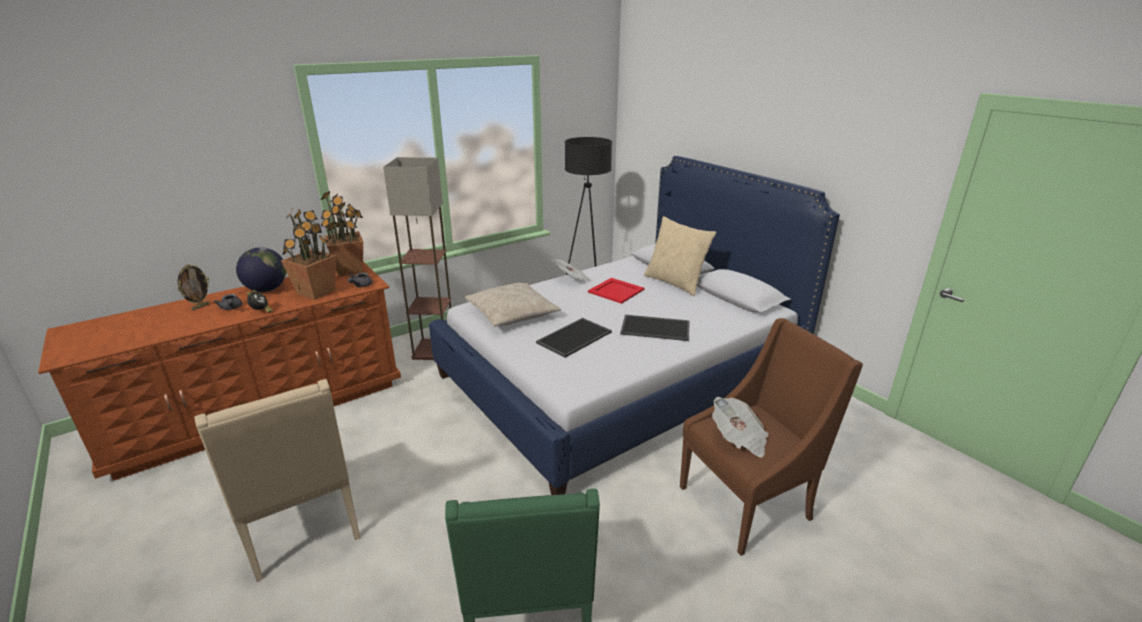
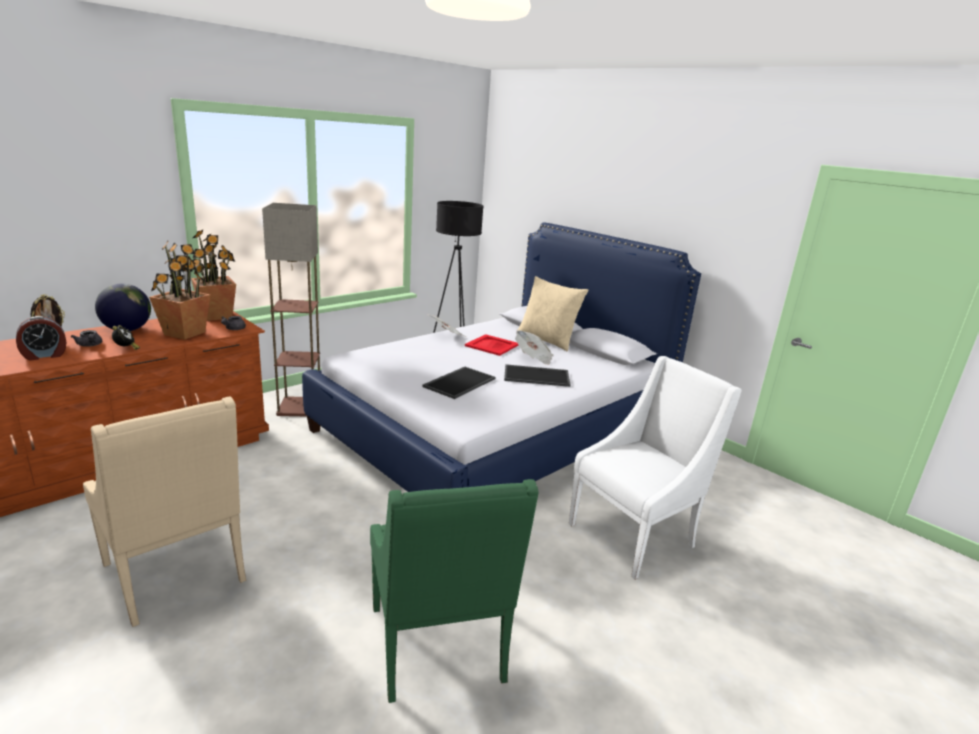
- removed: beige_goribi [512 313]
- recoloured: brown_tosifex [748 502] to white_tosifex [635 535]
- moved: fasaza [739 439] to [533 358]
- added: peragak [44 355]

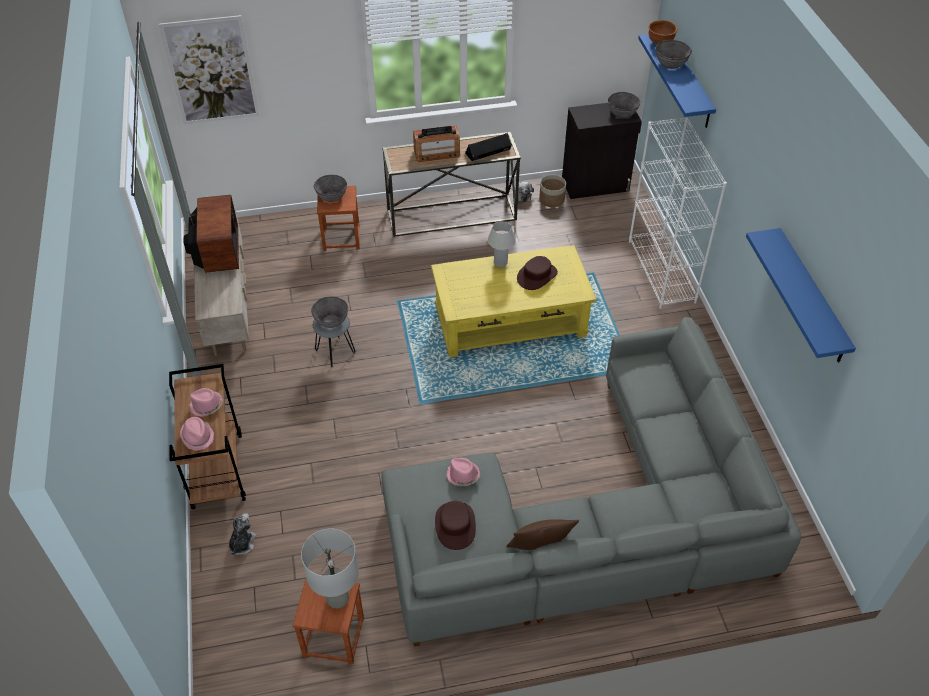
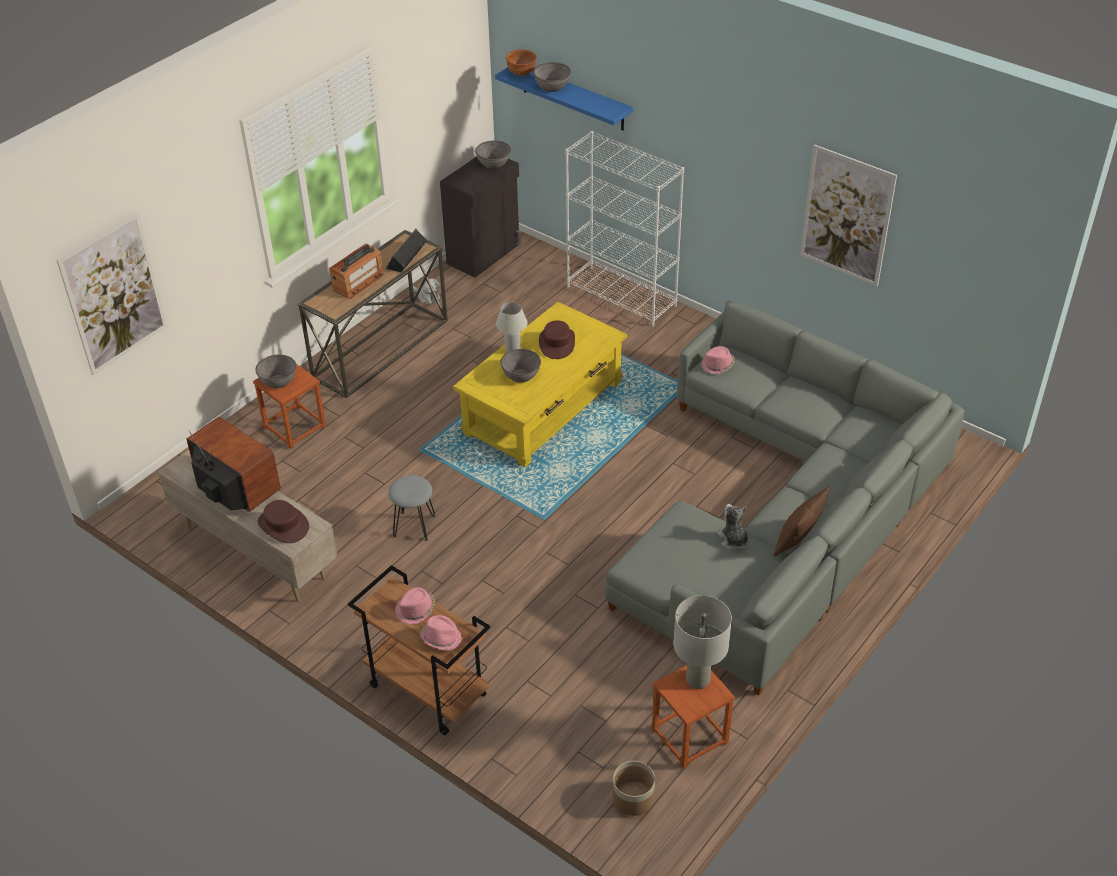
- moved: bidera [551 199] to [632 798]
- replaced: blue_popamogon [811 297] to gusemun [846 216]
- moved: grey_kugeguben [331 320] to [521 375]
- moved: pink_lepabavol [462 475] to [717 365]
- moved: brown_lepabavol [455 525] to [283 525]
- moved: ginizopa [242 543] to [733 540]

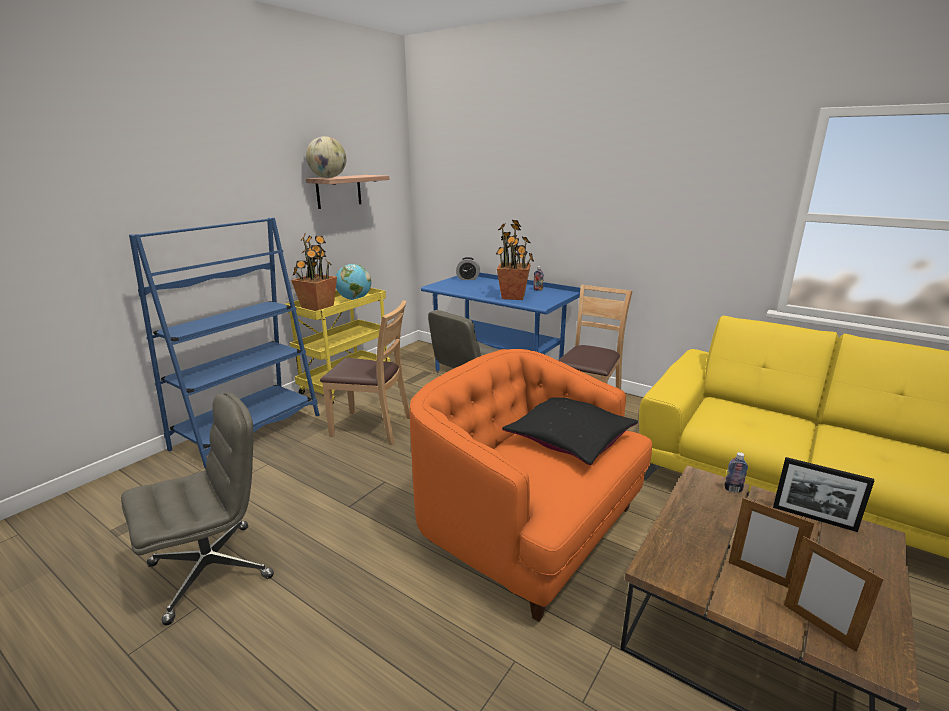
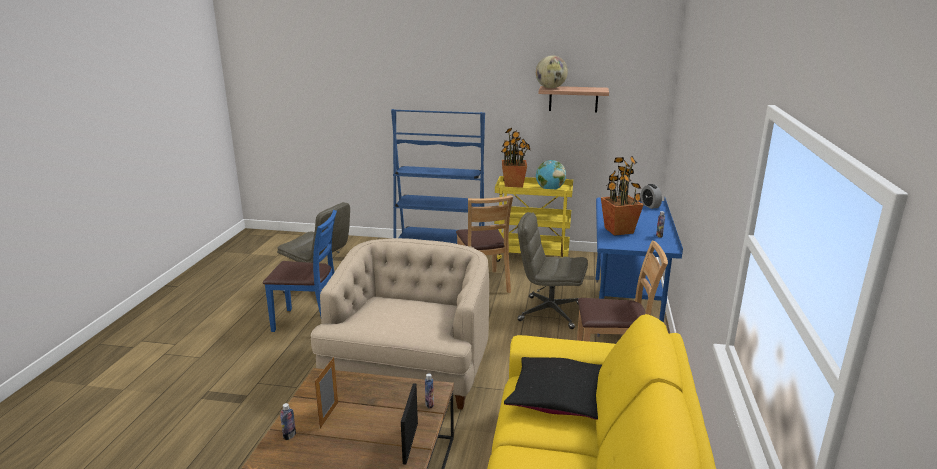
- recoloured: orange_tosifex [528 528] to beige_tosifex [409 369]
- moved: black_goribi [569 438] to [556 395]
- replaced: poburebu [818 627] to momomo [289 436]
- added: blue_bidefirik [309 322]

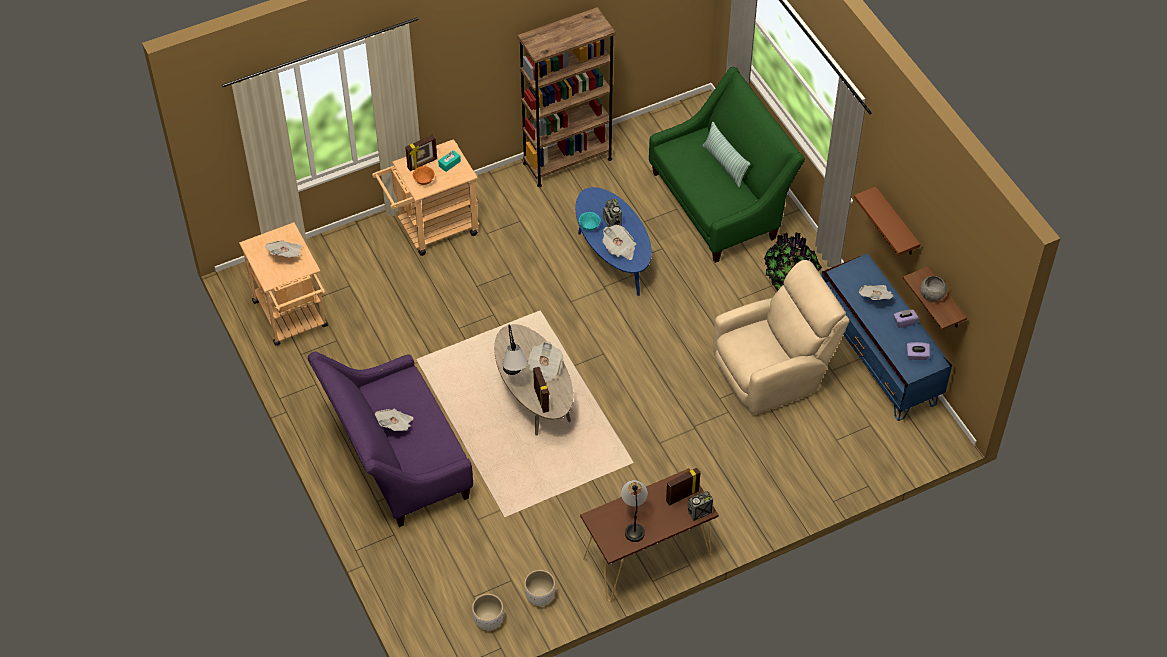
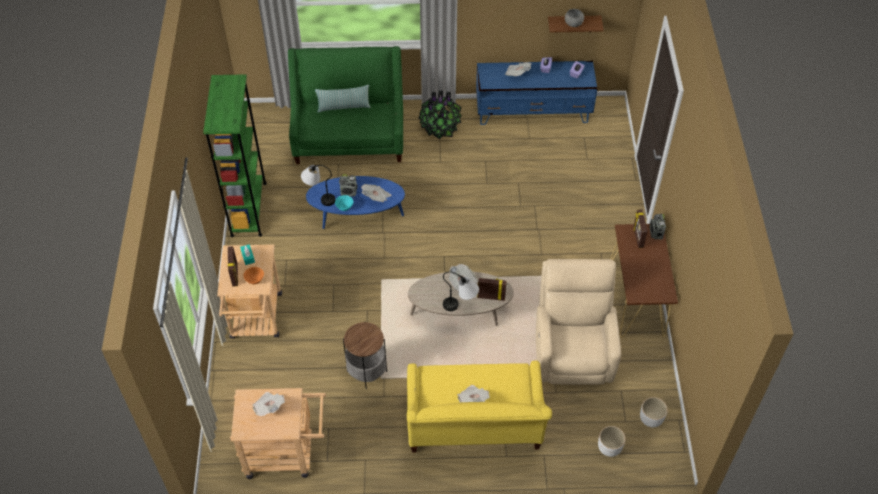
- recoloured: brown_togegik [567 161] to green_togegik [248 209]
- removed: brown_popamogon [896 223]
- moved: beige_tosifex [773 371] to [573 349]
- recoloured: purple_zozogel [396 461] to yellow_zozogel [474 428]
- moved: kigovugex [634 521] to [319 197]
- moved: white_bidera [539 596] to [609 448]
- added: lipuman [367 371]

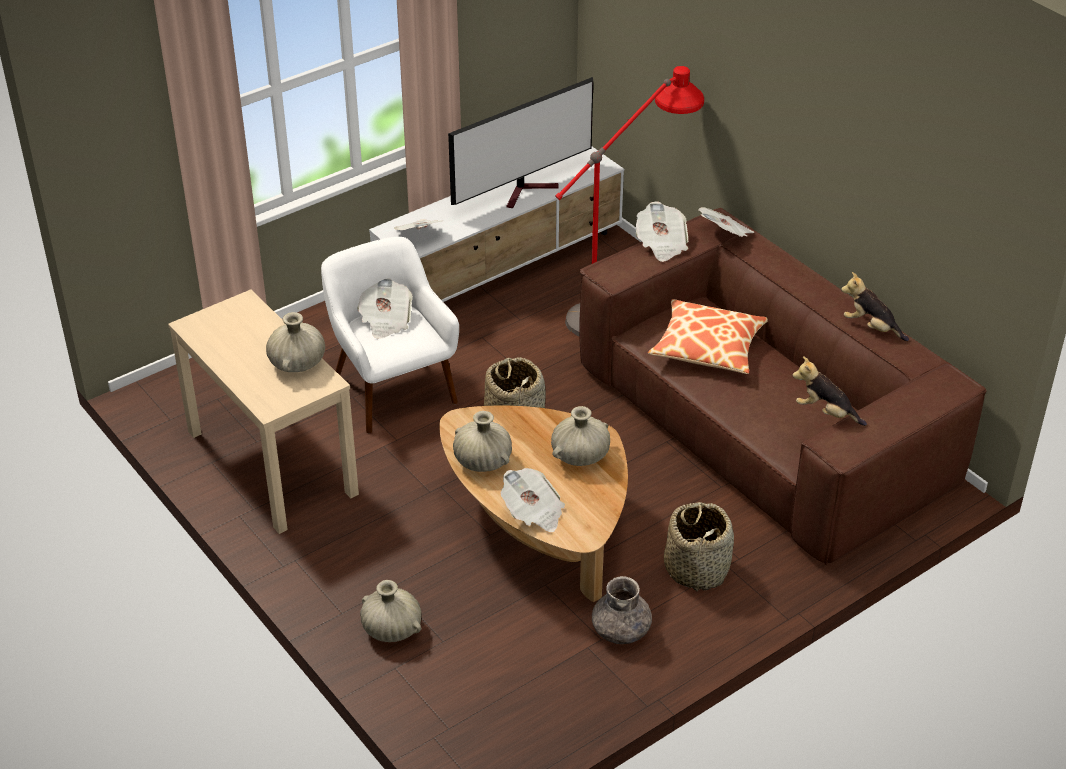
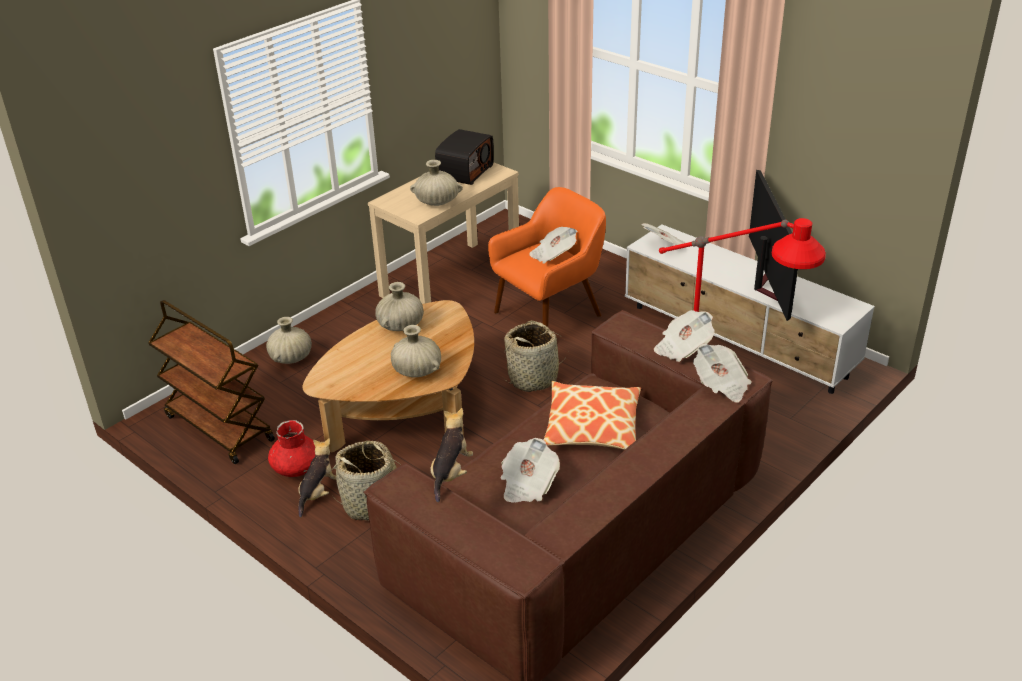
- turned: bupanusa [527 191] = [766 287] 135 degrees counterclockwise
- recoloured: white_tosifex [392 389] to orange_tosifex [550 314]
- moved: ginizopa [871 327] to [318 493]
- moved: fasaza [533 513] to [527 484]
- recoloured: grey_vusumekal [621 630] to red_vusumekal [296 468]
- added: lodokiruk [464 171]
- added: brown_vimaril [218 428]

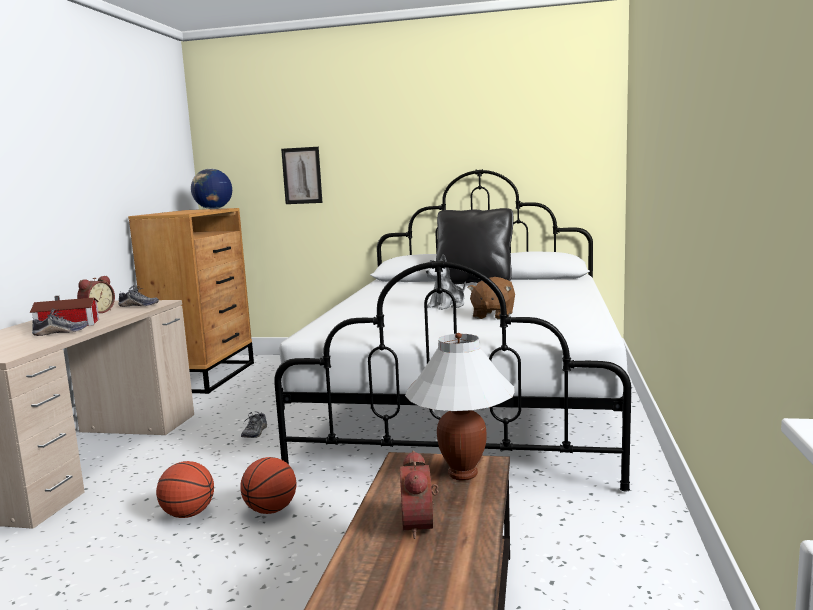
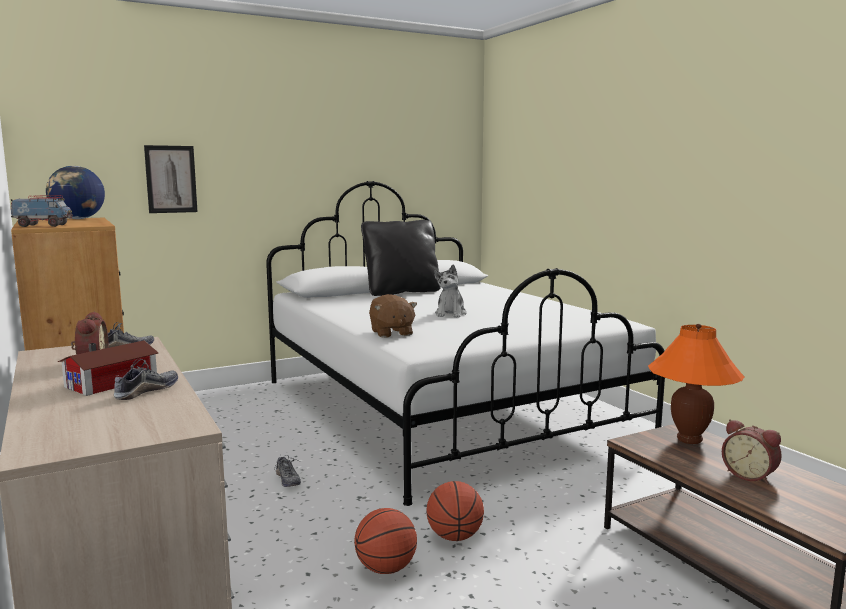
- moved: brown_ginizopa [492 315] to [391 333]
- recoloured: white_kigovugex [463 474] to orange_kigovugex [689 439]
- added: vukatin [43 226]

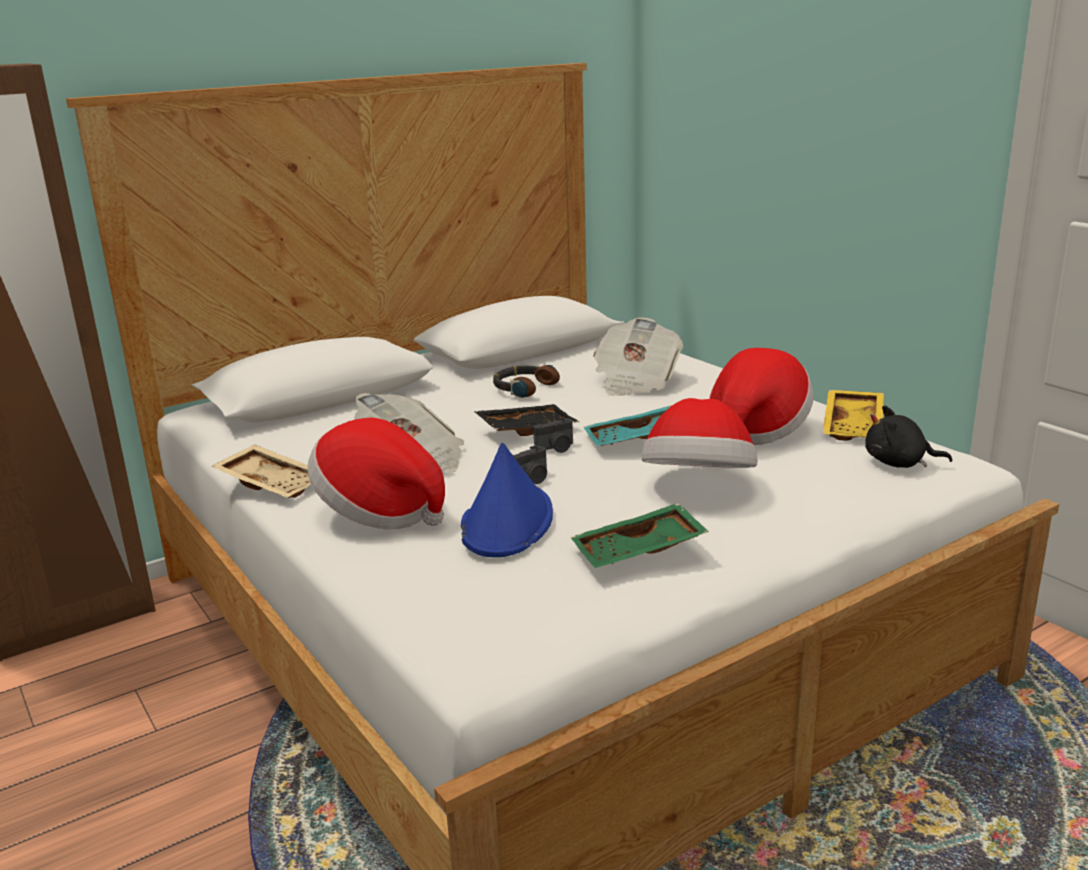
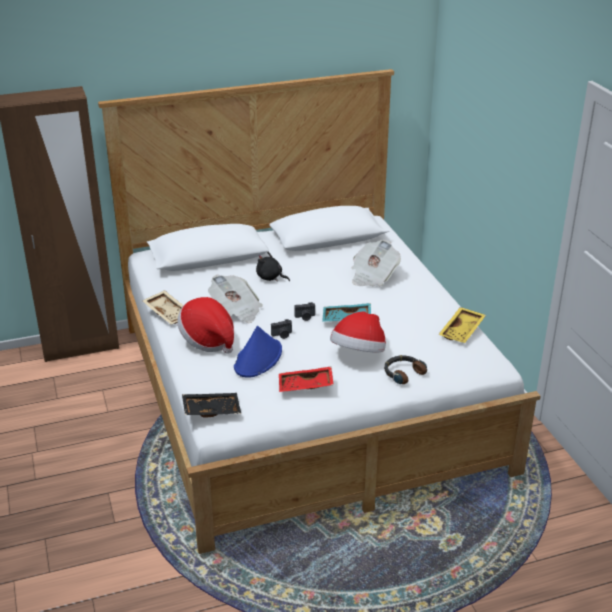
- removed: lepabavol [756 430]
- moved: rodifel [523 387] to [403 373]
- moved: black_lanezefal [526 429] to [211 409]
- moved: black_ginizopa [899 463] to [270 278]
- recoloured: green_lanezefal [639 552] to red_lanezefal [305 386]

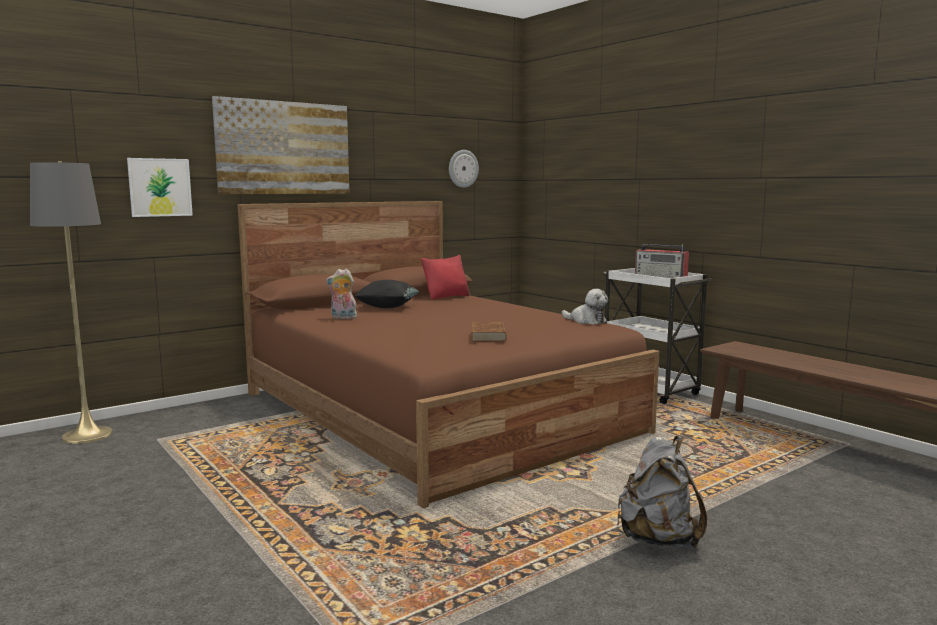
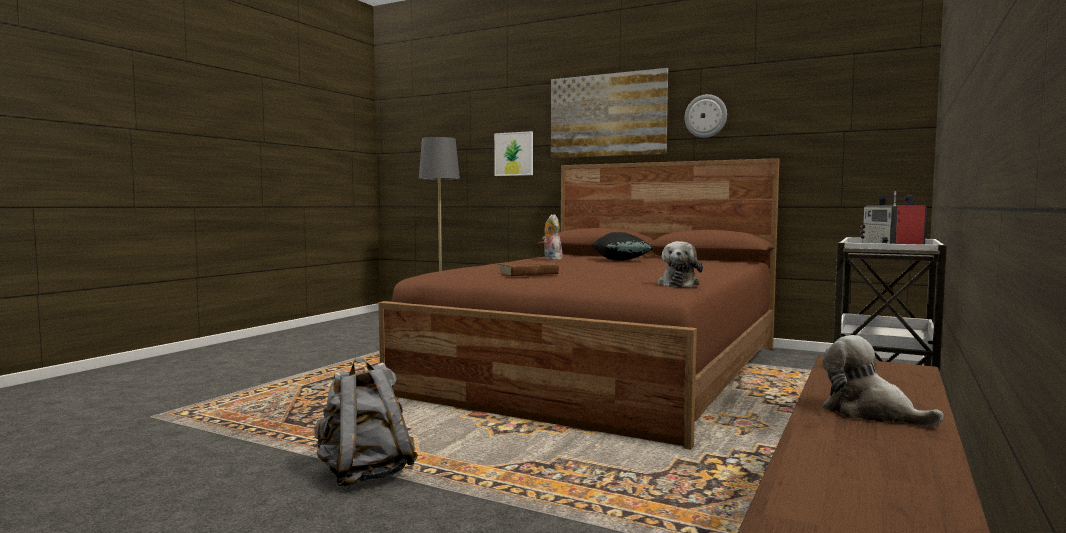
- moved: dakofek [463 168] to [705 116]
- removed: red_goribi [446 297]
- added: ginizopa [870 413]

